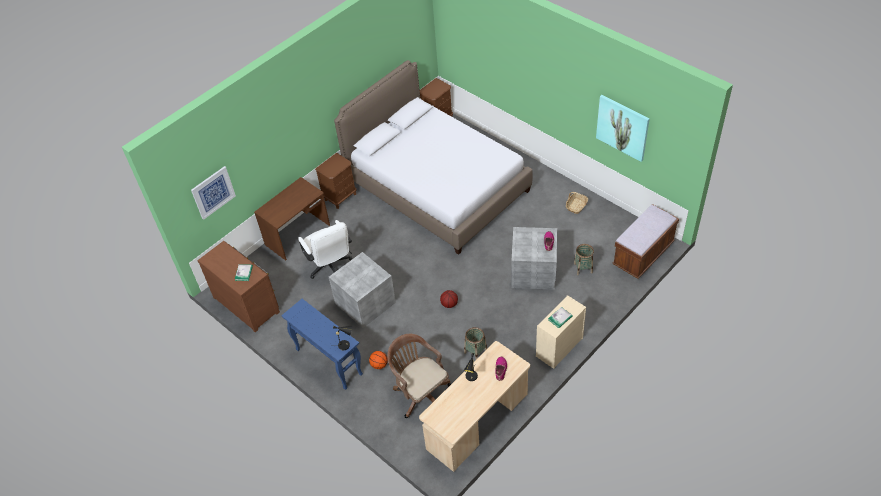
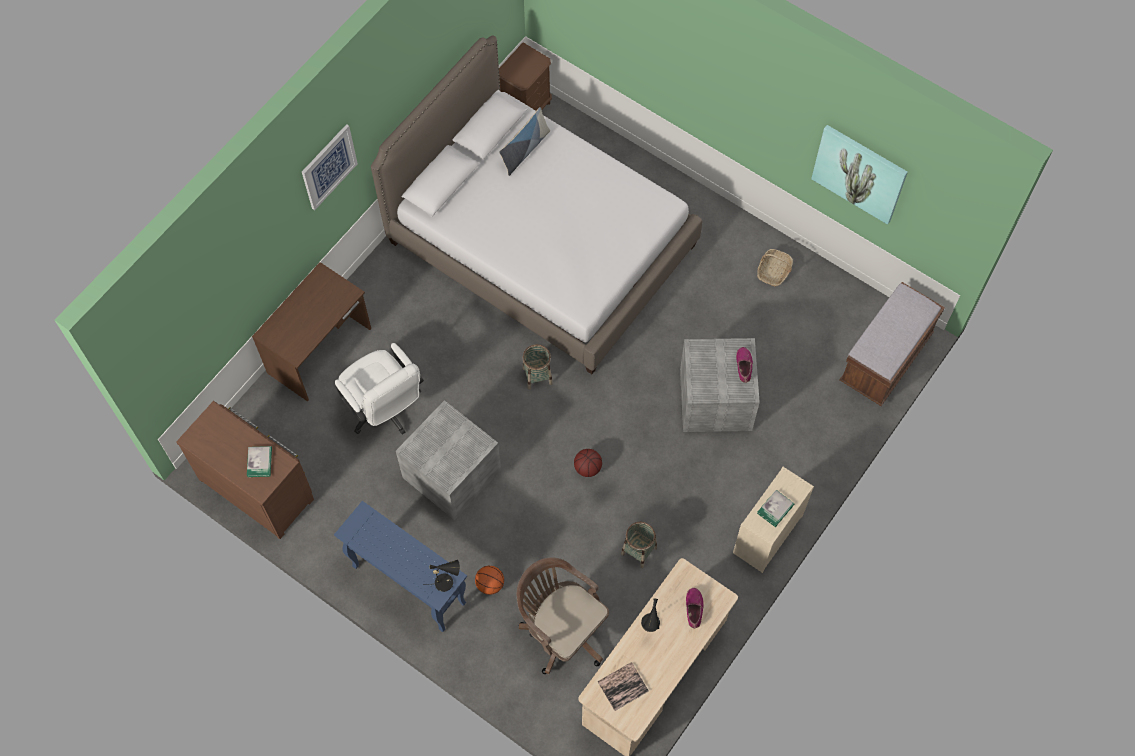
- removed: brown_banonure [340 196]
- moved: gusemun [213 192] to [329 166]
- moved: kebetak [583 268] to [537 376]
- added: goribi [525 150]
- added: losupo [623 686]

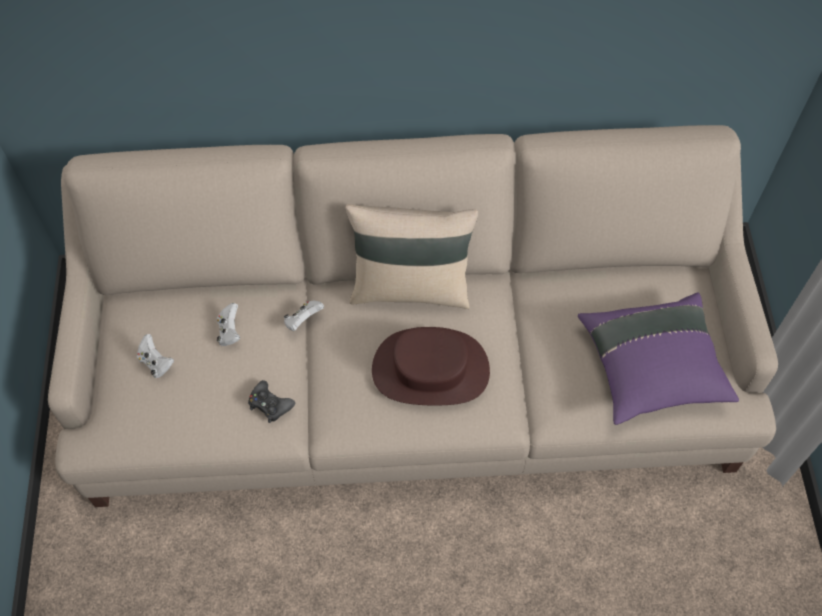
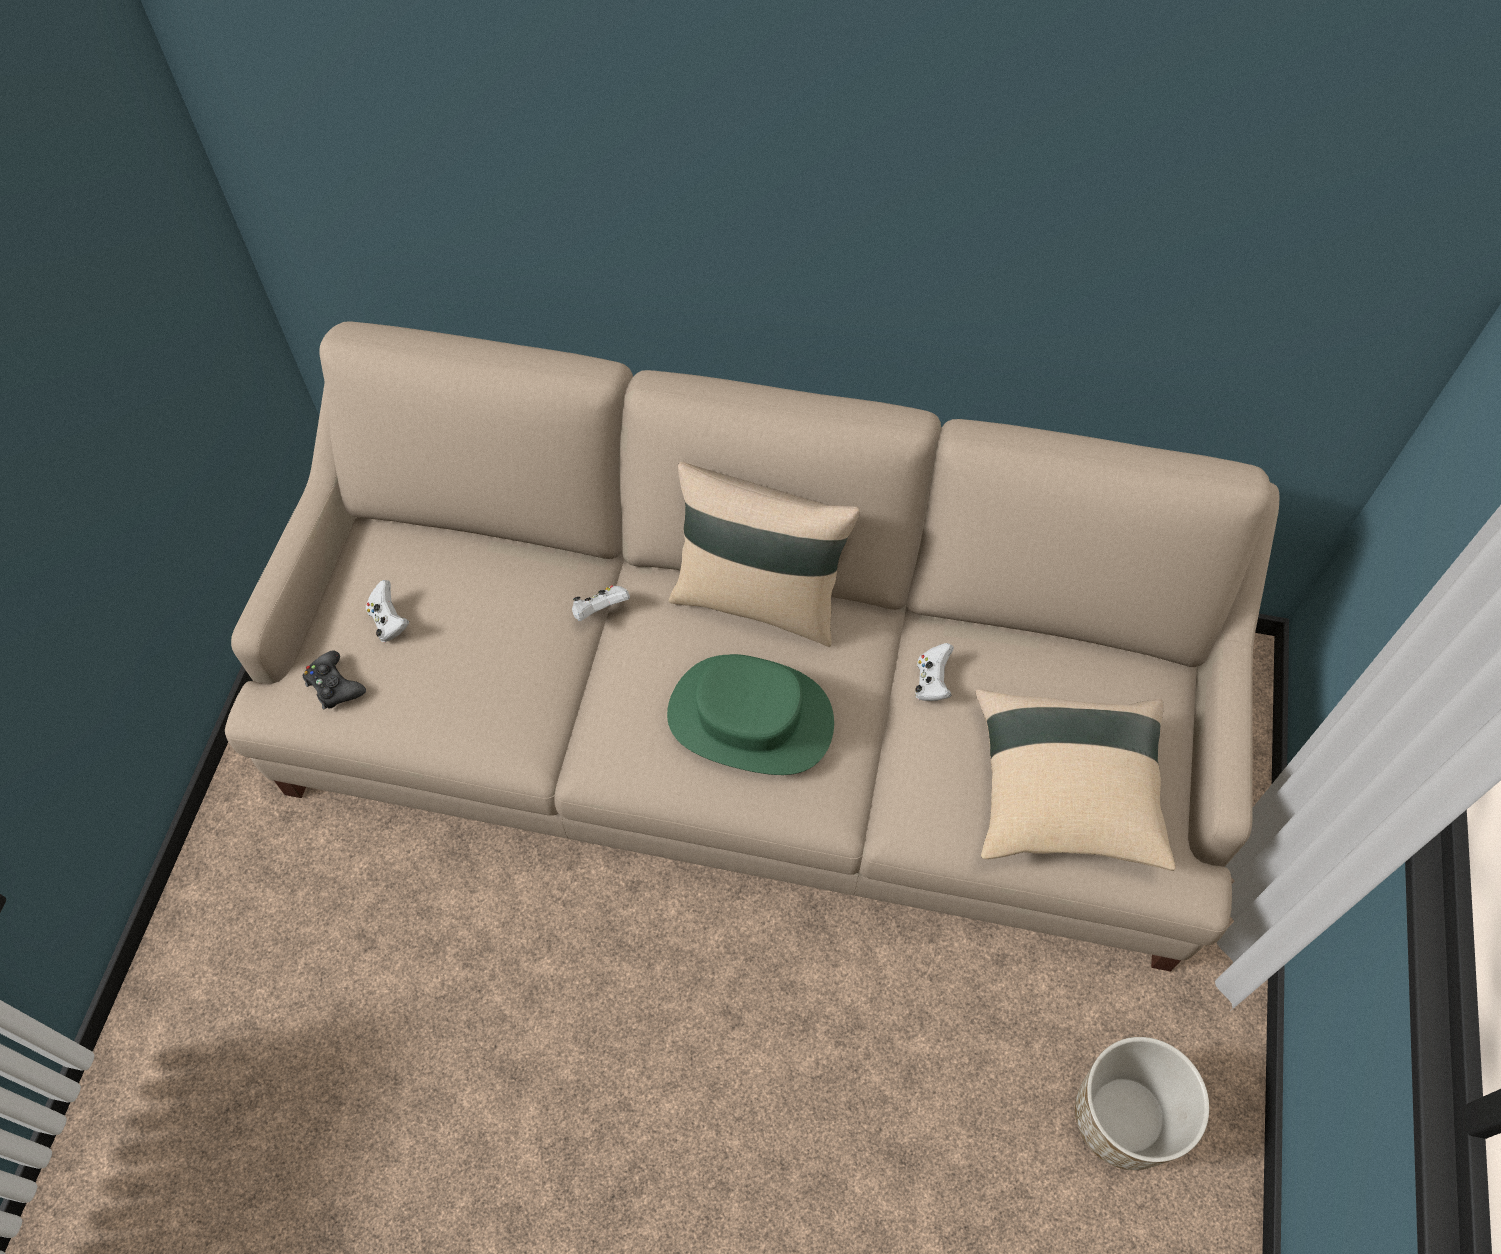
- recoloured: purple_goribi [651 368] to beige_goribi [1065 792]
- moved: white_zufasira [229 332] to [932 682]
- recoloured: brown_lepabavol [430 370] to green_lepabavol [750 719]
- moved: black_zufasira [270 404] to [334 685]
- added: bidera [1124 1117]

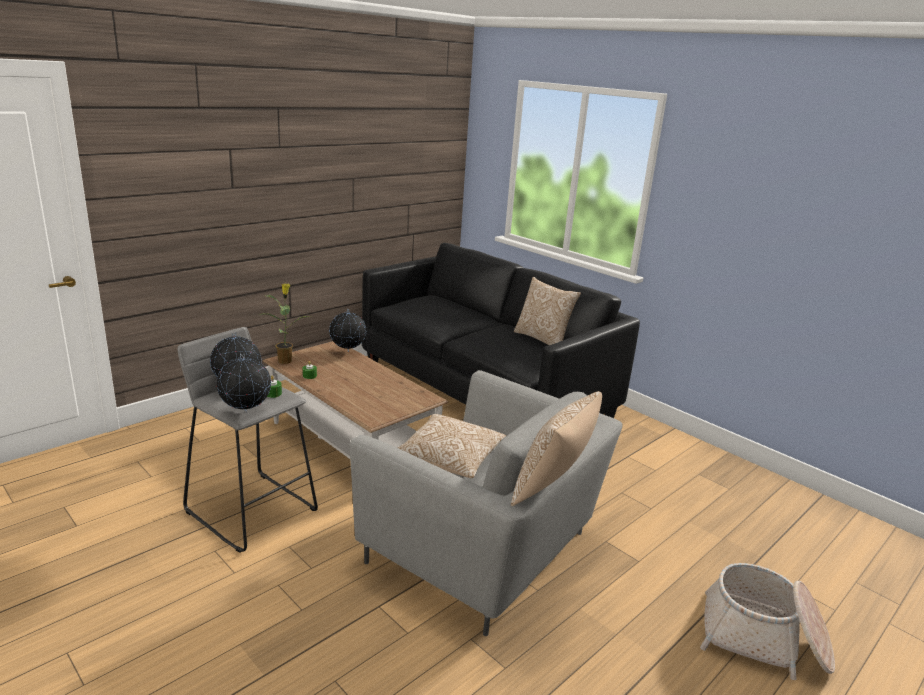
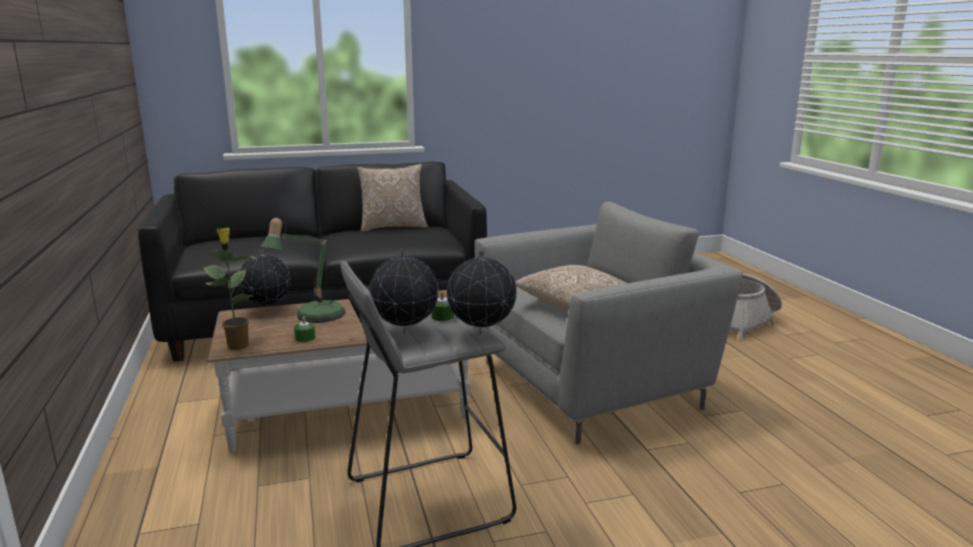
- removed: goribi [552 488]
- added: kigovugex [314 317]

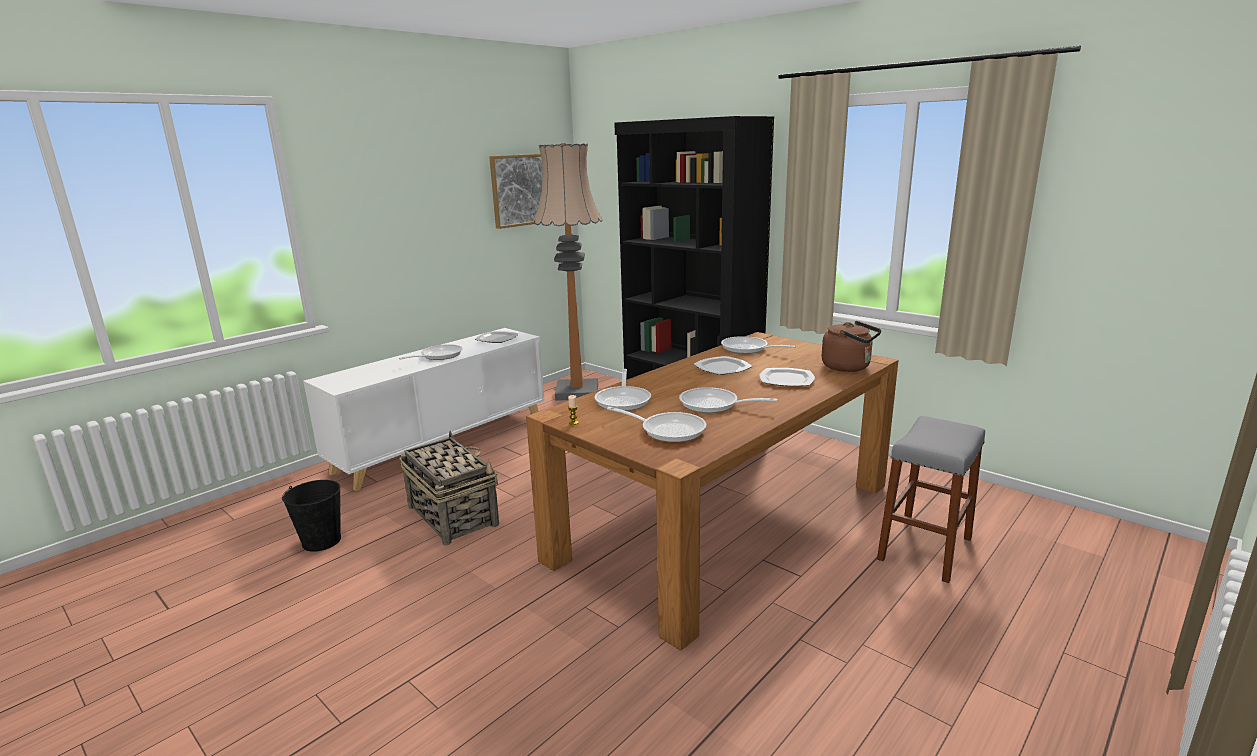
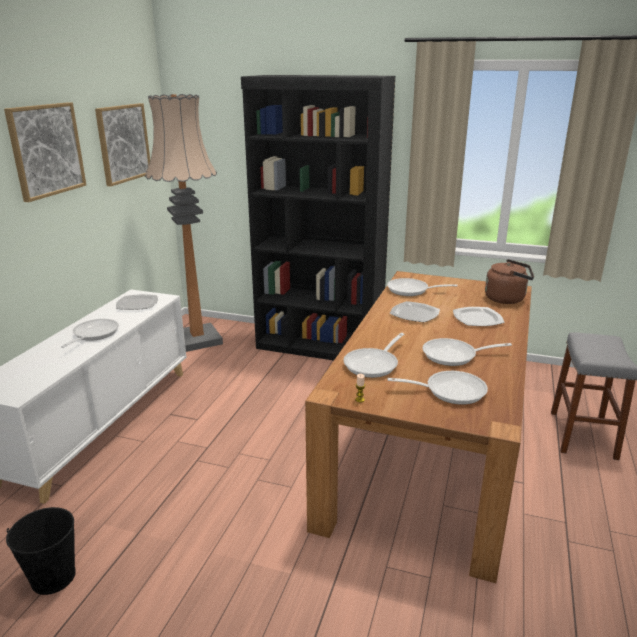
- turned: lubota [623 400] = [374 364] 60 degrees clockwise
- removed: kebetak [452 515]
- added: gusemun [46 150]

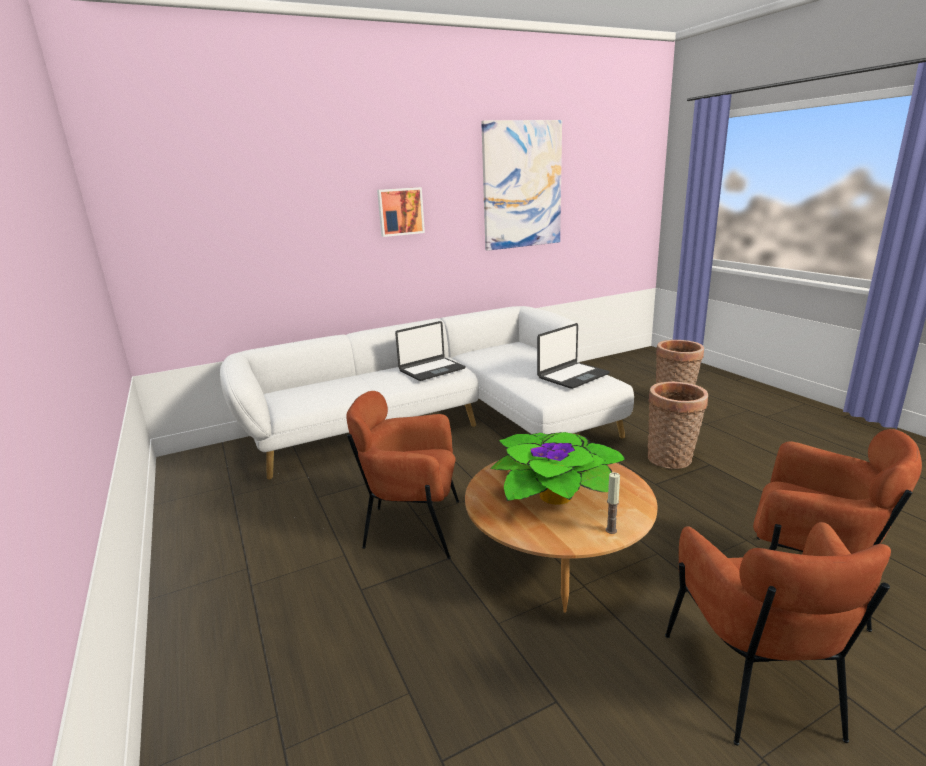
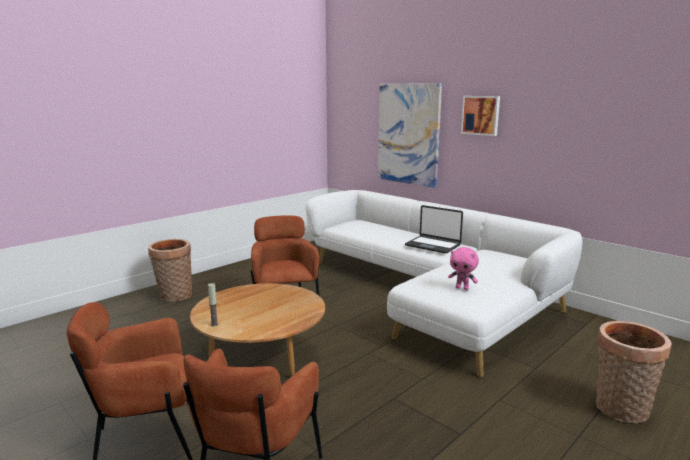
- moved: gusemun [522 185] to [408 134]
- replaced: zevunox [572 376] to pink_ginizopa [462 288]
- moved: kebetak [672 460] to [174 296]
- removed: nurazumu [552 494]

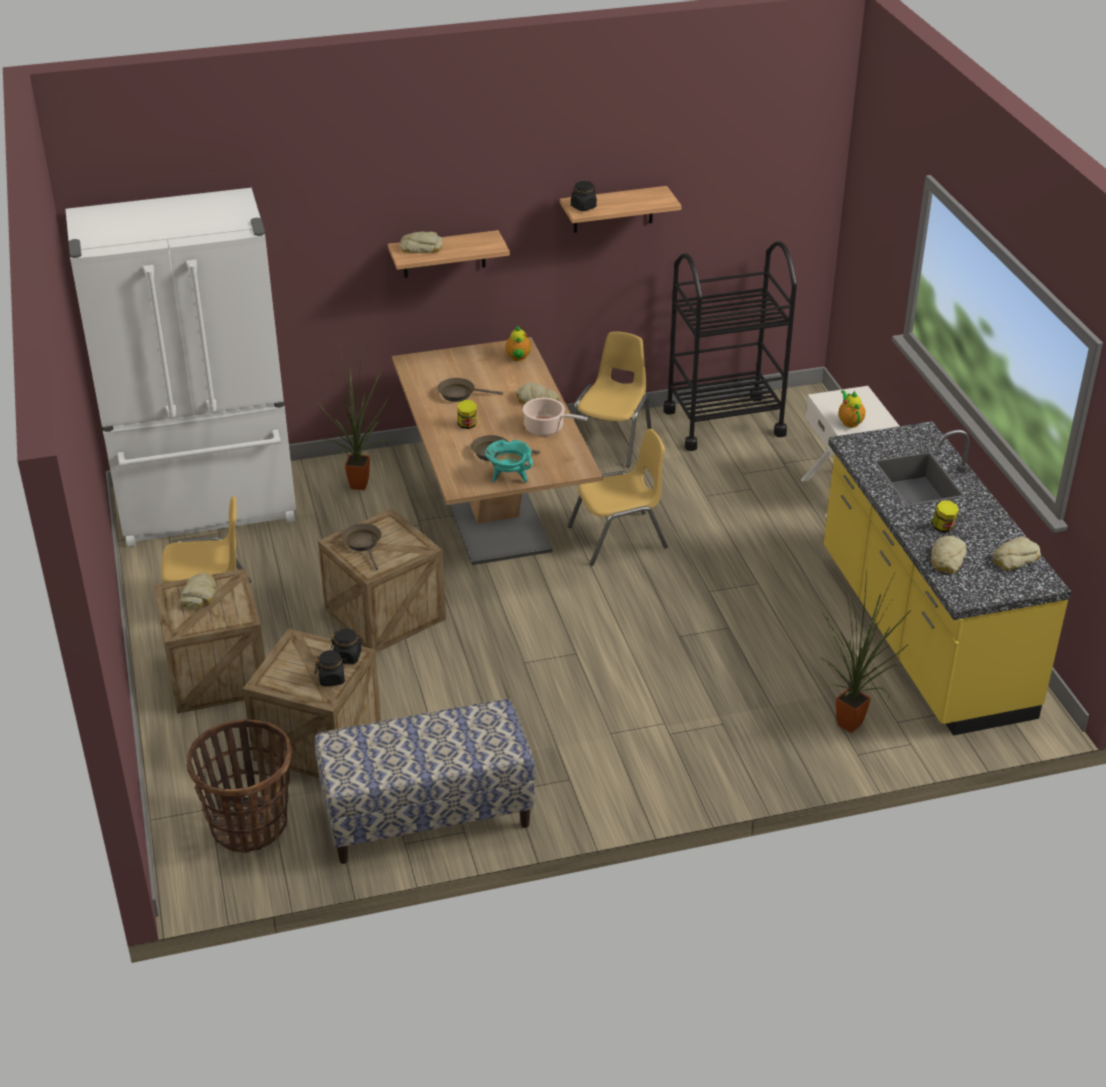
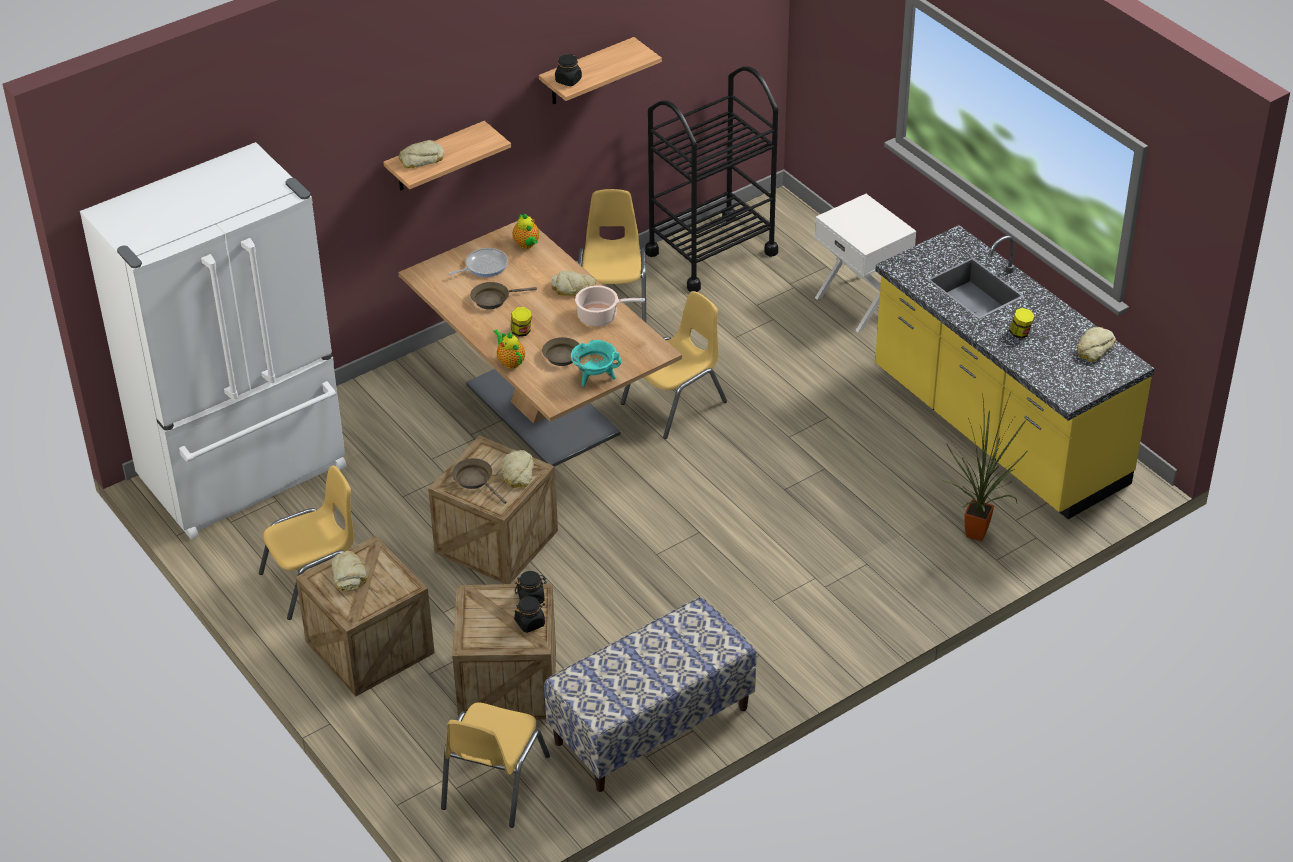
- removed: nurazumu [362 486]
- moved: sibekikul [849 422] to [510 361]
- moved: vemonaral [947 559] to [517 473]
- replaced: kebetak [249 825] to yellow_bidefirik [493 782]
- added: lubota [484 266]

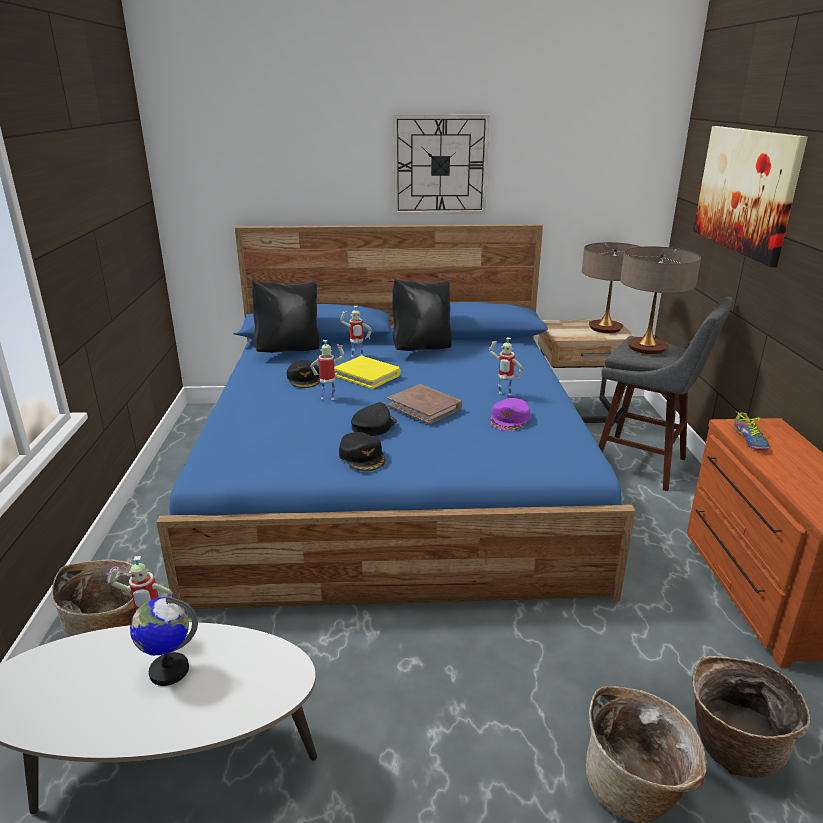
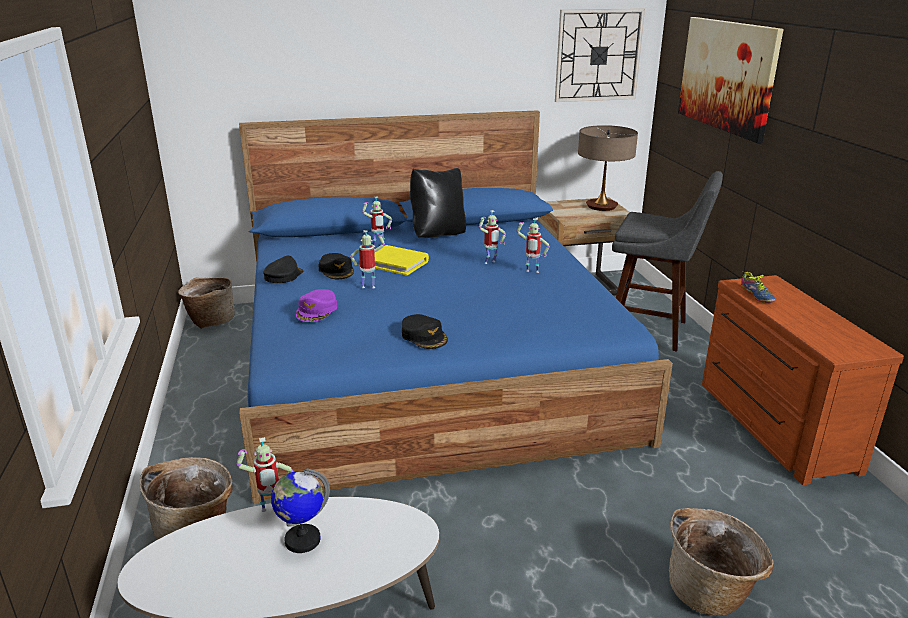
- moved: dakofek [440 165] to [598 55]
- removed: kigovugex [647 348]
- removed: black_goribi [289 351]
- removed: brown_losupo [425 407]
- moved: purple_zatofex [510 419] to [317 310]
- moved: black_zatofex [373 426] to [283 276]
- moved: kebetak [732 746] to [210 321]
- added: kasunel [490 263]

